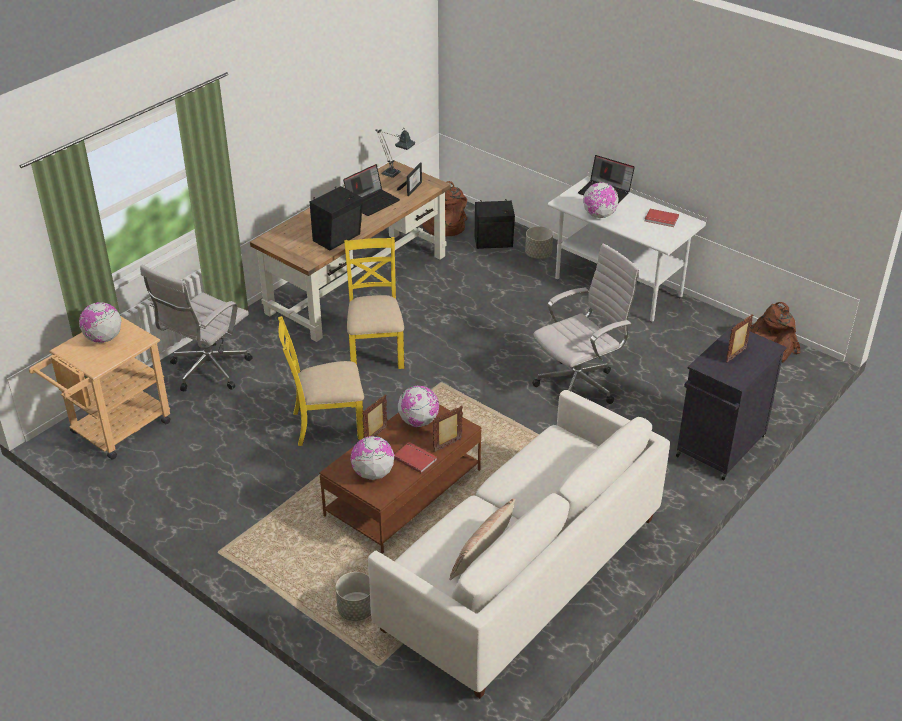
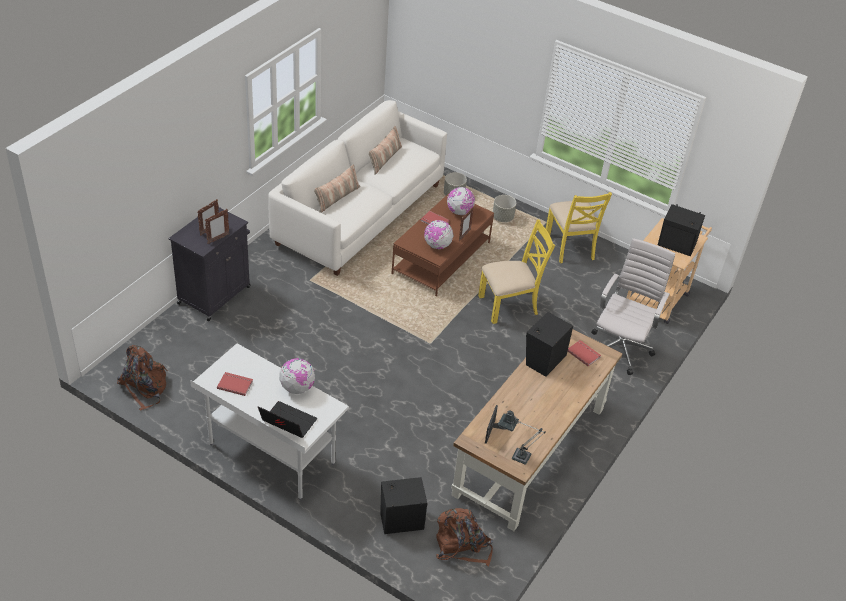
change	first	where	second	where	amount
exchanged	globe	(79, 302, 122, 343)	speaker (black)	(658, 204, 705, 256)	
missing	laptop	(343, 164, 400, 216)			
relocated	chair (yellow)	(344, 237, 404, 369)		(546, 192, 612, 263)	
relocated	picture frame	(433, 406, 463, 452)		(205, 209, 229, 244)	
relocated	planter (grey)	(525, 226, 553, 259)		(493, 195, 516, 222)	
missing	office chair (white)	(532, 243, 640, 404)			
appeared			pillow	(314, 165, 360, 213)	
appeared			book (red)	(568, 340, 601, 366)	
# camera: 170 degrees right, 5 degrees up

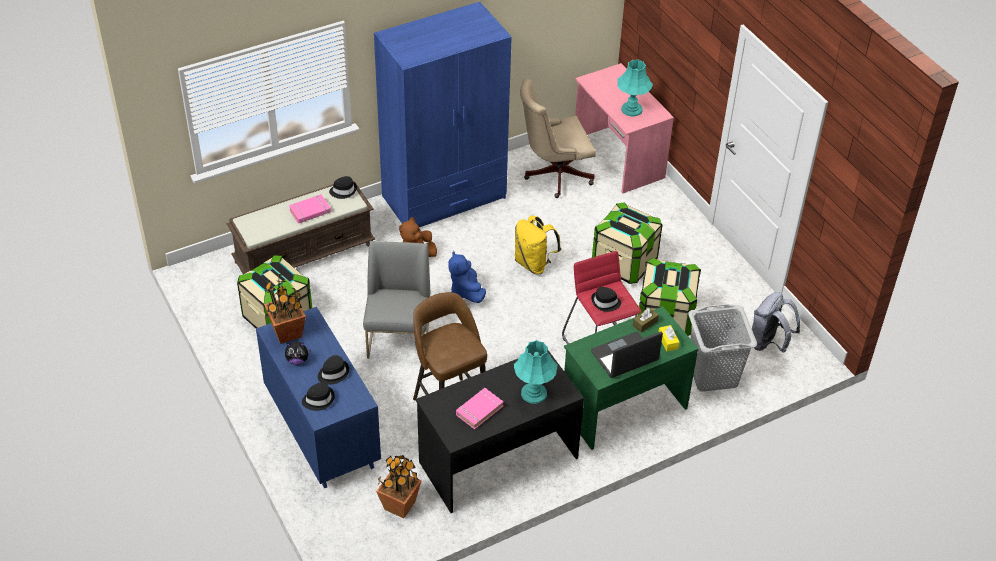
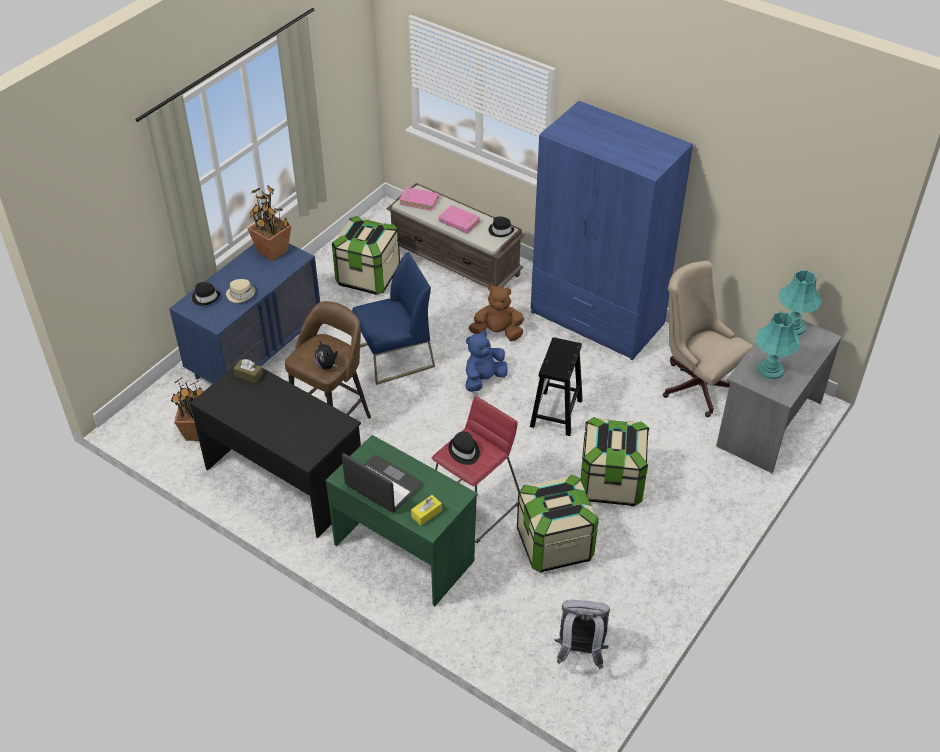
change	first	where	second	where	amount
relocated	plush toy	(285, 341, 311, 365)		(315, 340, 338, 370)	
colour	hat (black)	(318, 355, 349, 384)	hat (beige)	(226, 279, 256, 303)	
colour	chair (grey)	(363, 241, 430, 359)	chair (blue)	(352, 252, 435, 385)	
relocated	book (pink)	(456, 388, 504, 430)		(399, 187, 439, 211)	
relocated	table lamp (turquoise)	(514, 340, 557, 404)		(779, 270, 822, 335)	
exchanged	backpack (yellow)	(515, 215, 561, 275)	stool (black)	(530, 337, 583, 436)	
colour	desk (pink)	(575, 63, 674, 193)	desk (grey)	(716, 310, 842, 473)	
relocated	tissue box (brown)	(632, 308, 659, 333)		(233, 359, 263, 383)	
missing	laundry basket (grey)	(688, 304, 757, 392)			
# camera: 65 degrees right, 0 degrees up

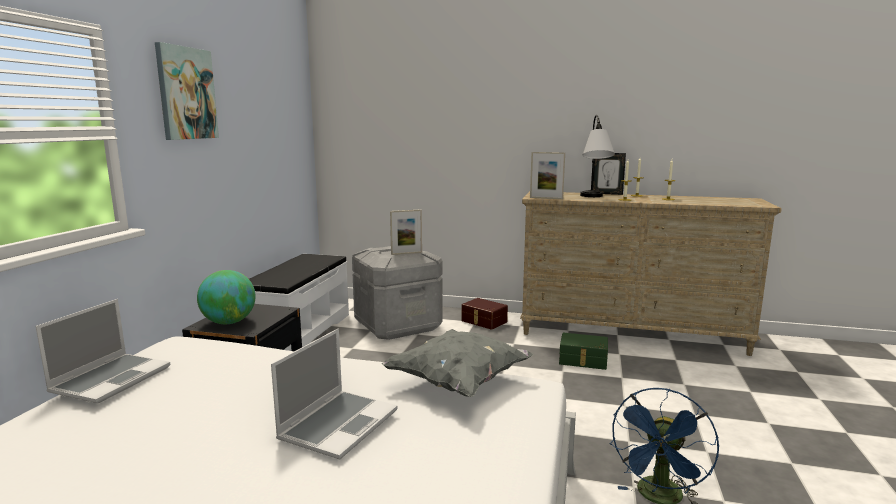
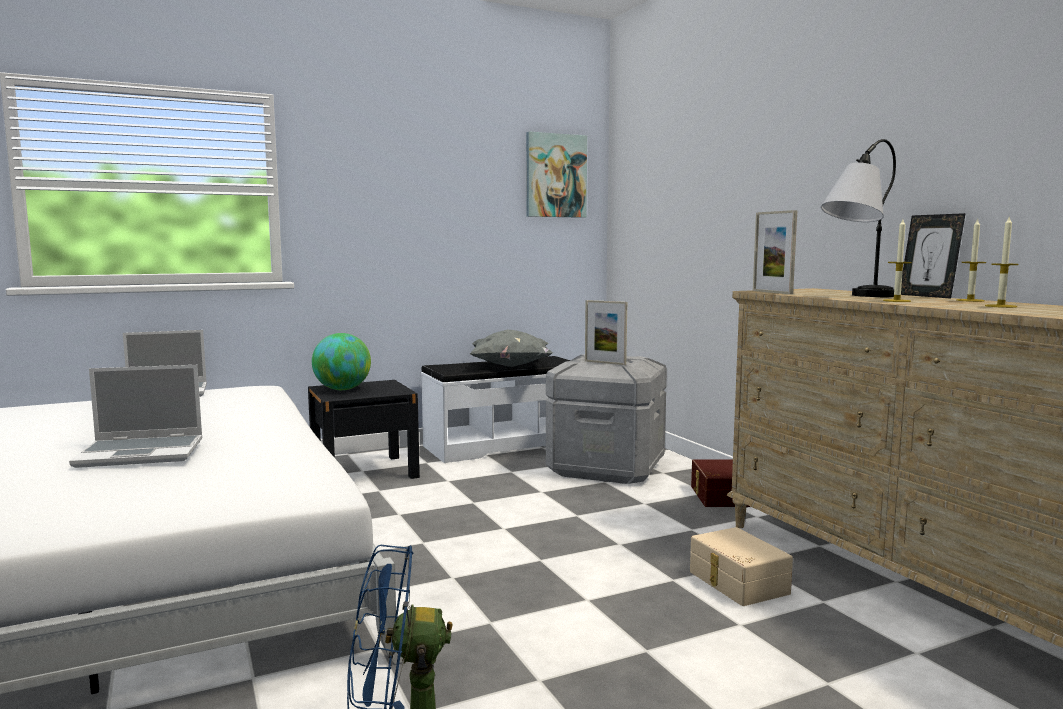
change	first	where	second	where	amount
relocated	picture	(155, 42, 219, 140)		(526, 131, 587, 218)	
relocated	pillow (grey)	(381, 329, 534, 397)		(470, 330, 553, 367)	
colour	storage box (green)	(559, 333, 608, 370)	storage box (beige)	(690, 527, 793, 606)	
# camera: 50 degrees right, 5 degrees down

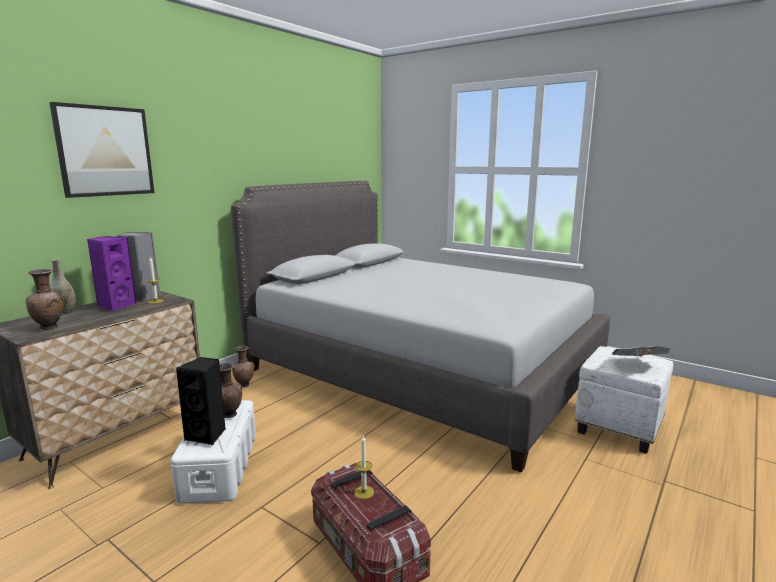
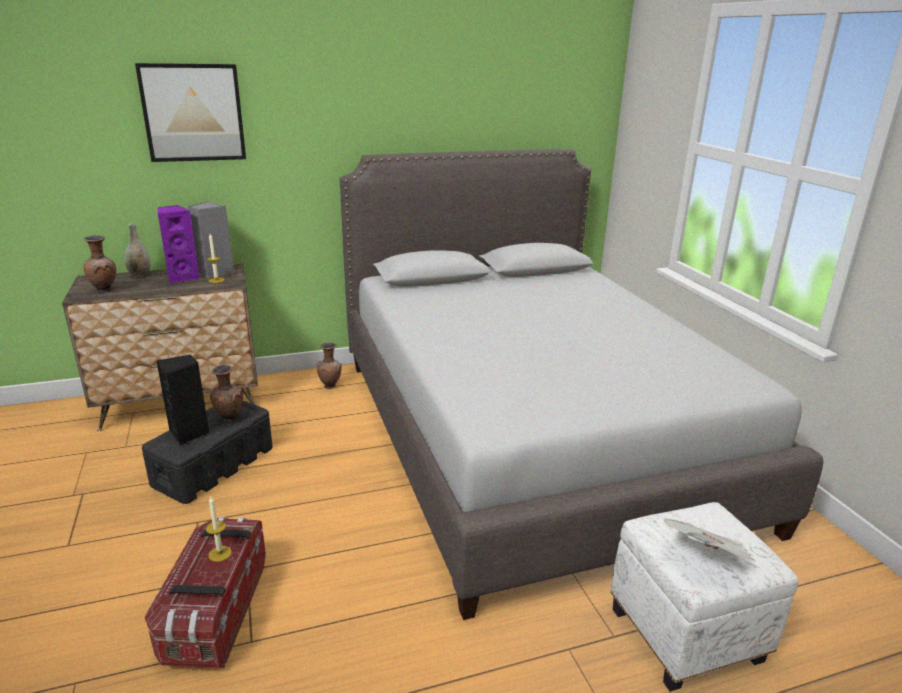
change	first	where	second	where	amount
colour	storage box (white)	(171, 400, 256, 504)	storage box (black)	(142, 401, 273, 504)	
# camera: 35 degrees right, 10 degrees up

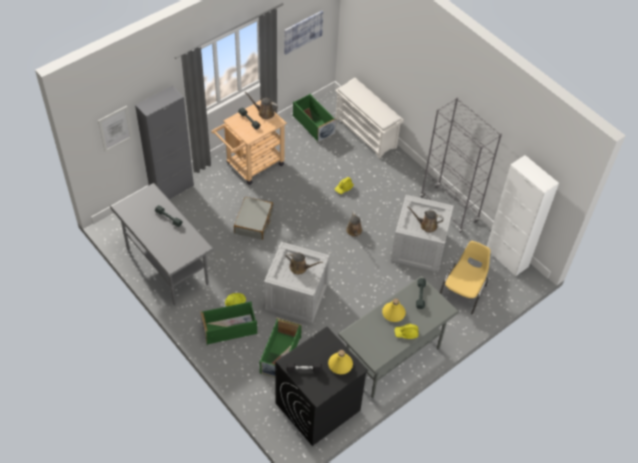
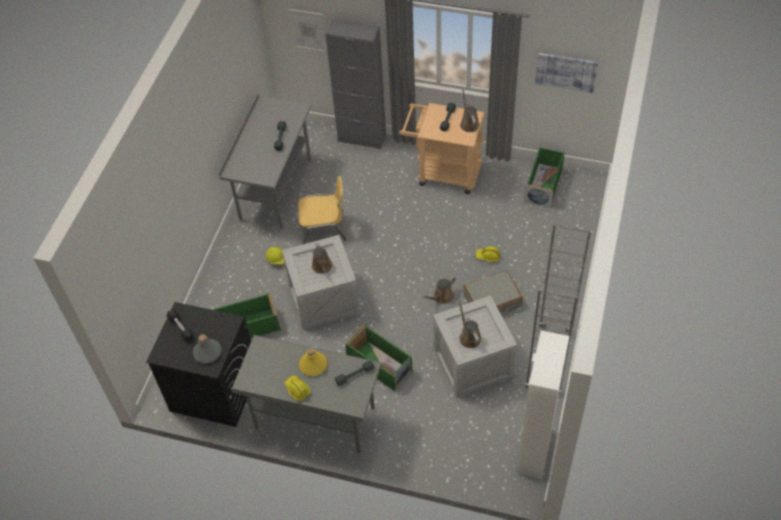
change	first	where	second	where	amount
relocated	storage box (green)	(200, 301, 257, 345)		(345, 324, 413, 391)	
relocated	suitcase (grey)	(234, 197, 273, 240)		(463, 270, 523, 316)	
colour	bottle (yellow)	(328, 350, 353, 374)	bottle (grey)	(193, 334, 221, 363)	
missing	shoe rack (white)	(335, 78, 404, 159)			
relocated	chair (yellow)	(440, 241, 491, 314)		(298, 176, 347, 244)	
# camera: 60 degrees right, 0 degrees up

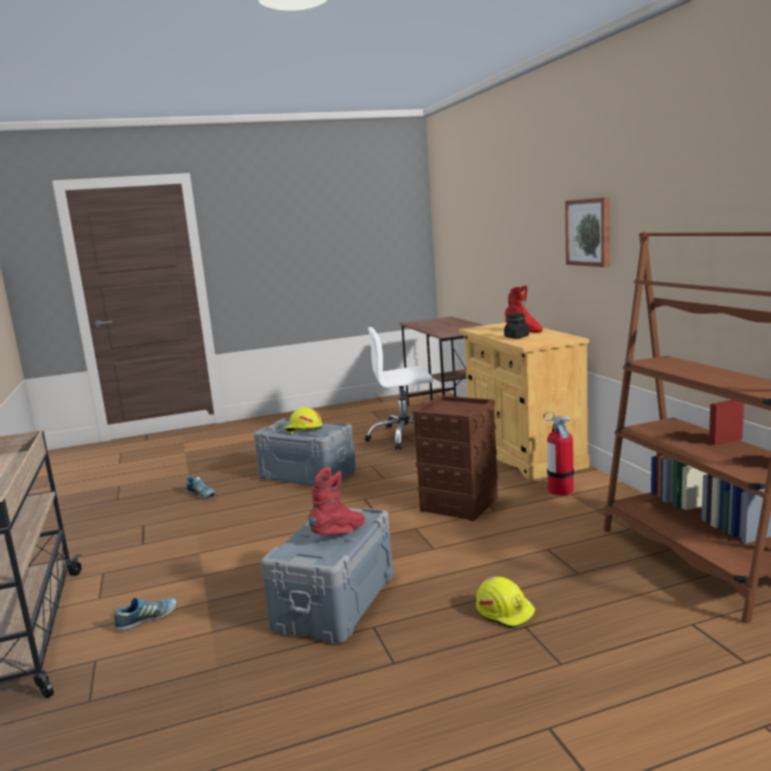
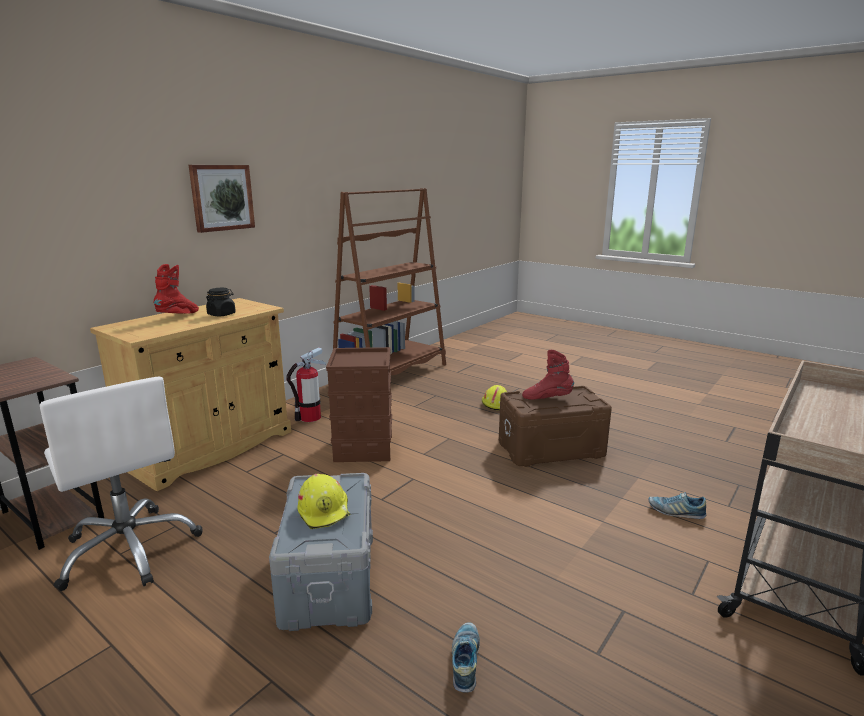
change	first	where	second	where	amount
colour	storage box (grey)	(261, 508, 393, 643)	storage box (brown)	(499, 386, 612, 467)	
# camera: 125 degrees left, 5 degrees up

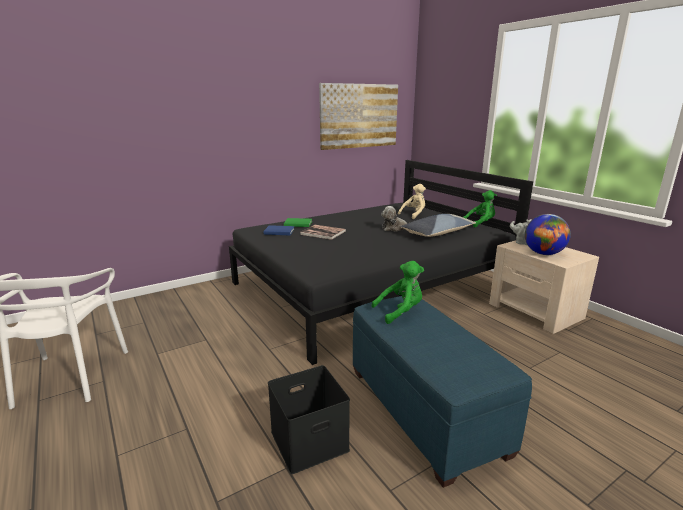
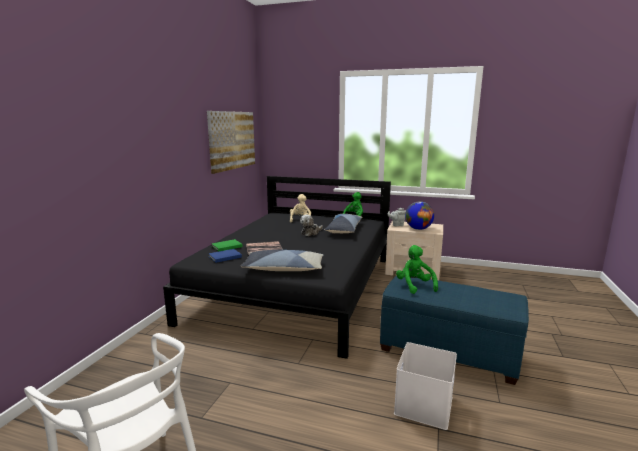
change	first	where	second	where	amount
colour	storage box (black)	(268, 365, 350, 474)	storage box (white)	(394, 342, 457, 430)	
spun	plush toy (green)	(371, 261, 424, 324)		(396, 245, 438, 294)	45 degrees counterclockwise
appeared			pillow	(241, 250, 323, 271)	
# camera: 40 degrees left, 5 degrees down

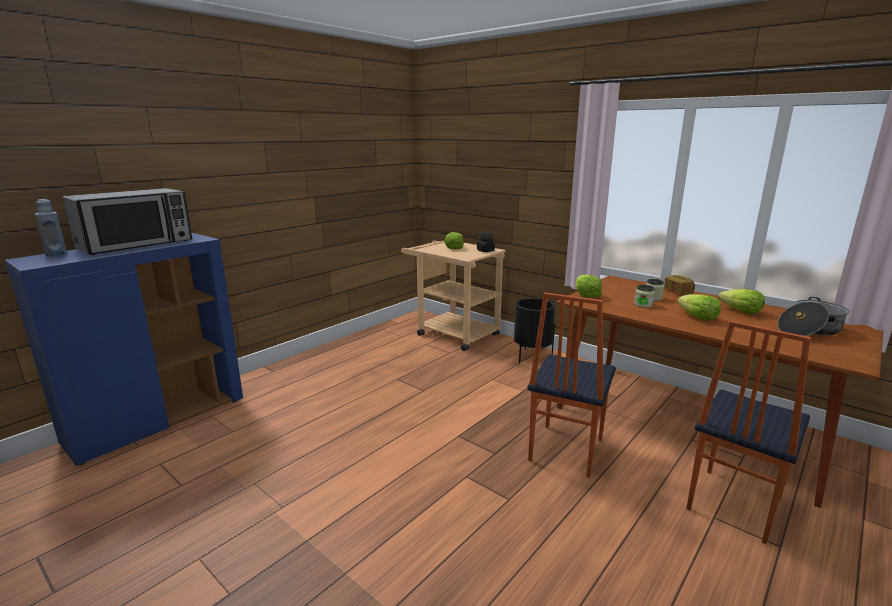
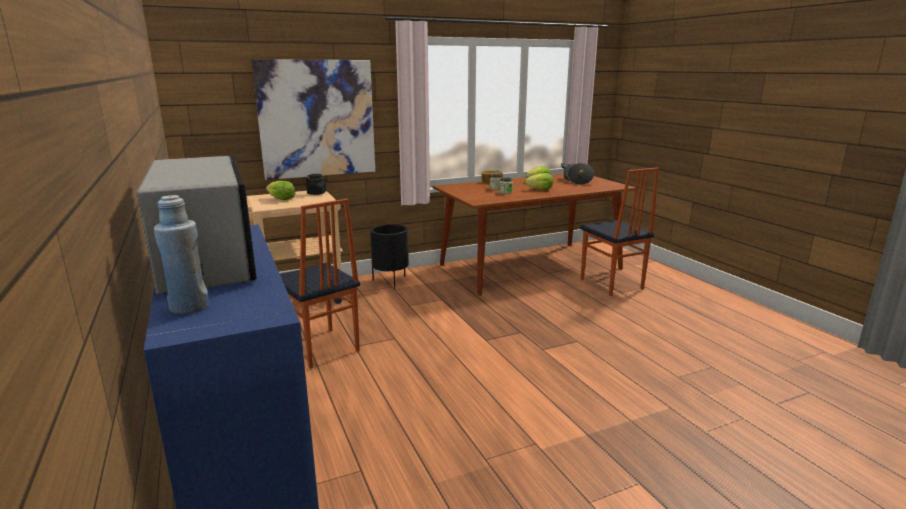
change	first	where	second	where	amount
relocated	chair	(527, 292, 616, 478)		(280, 199, 360, 369)	
missing	lettuce	(576, 275, 602, 298)			
appeared			picture	(251, 59, 375, 180)	
# camera: 65 degrees left, 0 degrees up

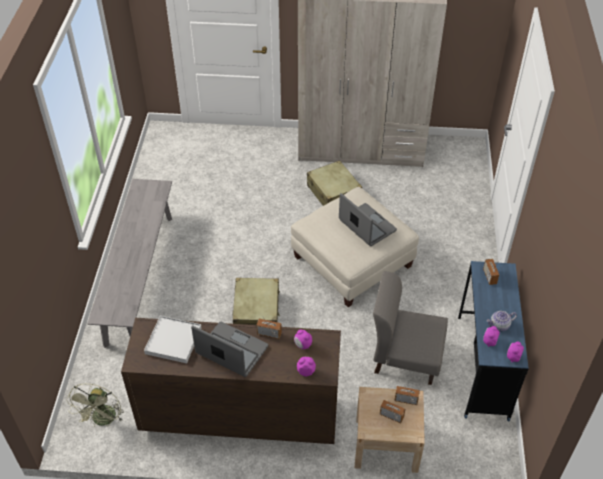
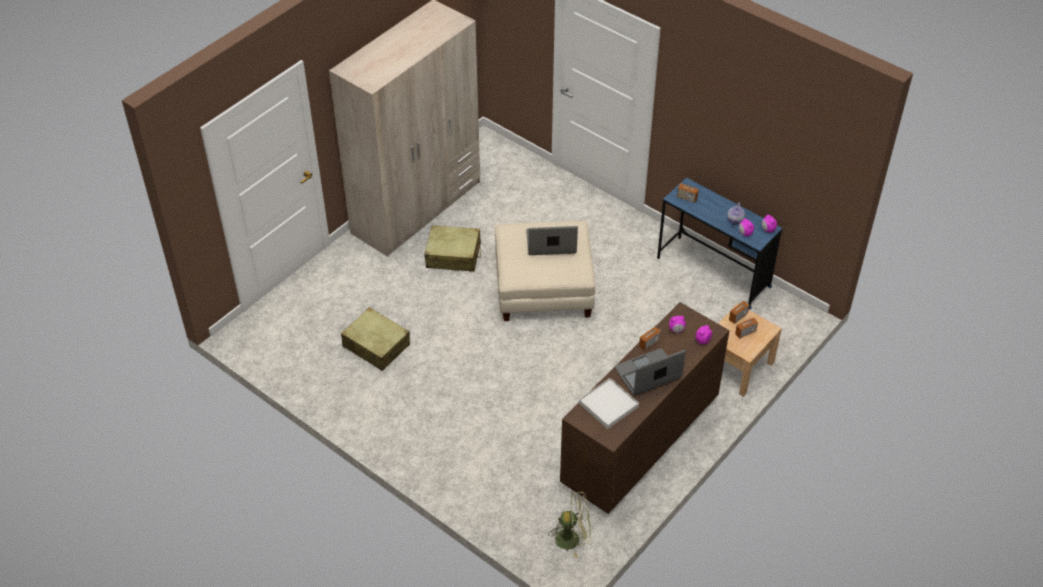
change	first	where	second	where	amount
spun	fan (green)	(67, 384, 123, 427)		(548, 492, 591, 558)	45 degrees counterclockwise
missing	bench (grey)	(87, 179, 172, 348)			
relocated	suitcase (beige)	(233, 278, 280, 325)		(341, 307, 410, 371)	
missing	chair (grey)	(373, 271, 448, 385)			
# camera: 55 degrees left, 0 degrees up

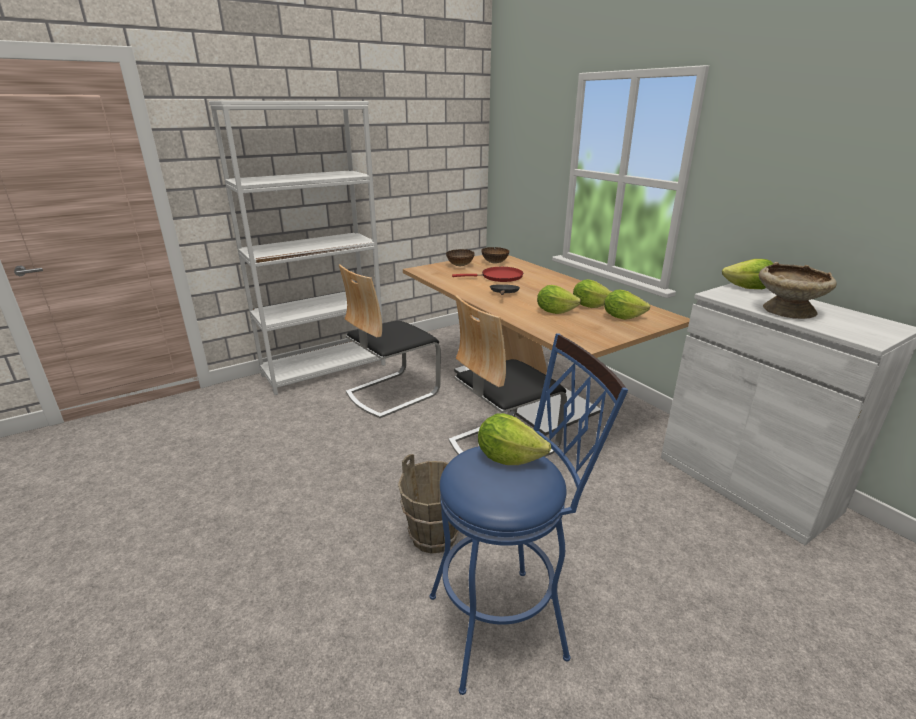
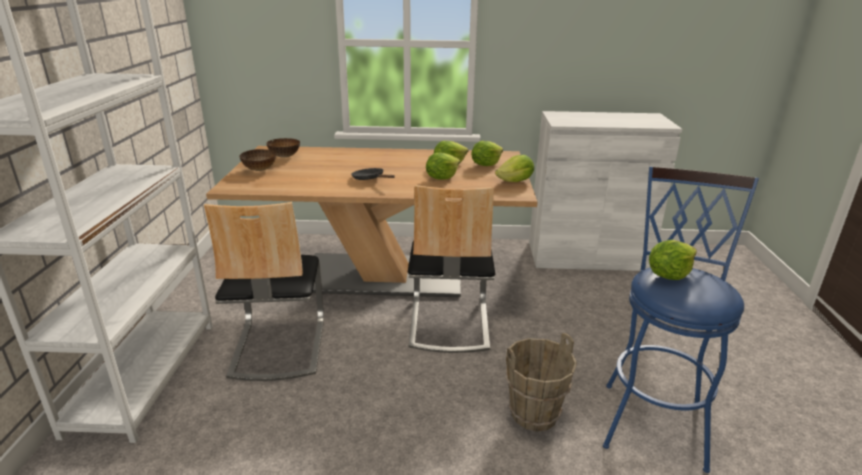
change	first	where	second	where	amount
missing	frying pan (red)	(452, 267, 523, 282)			
relocated	lettuce	(722, 259, 774, 289)		(495, 155, 534, 182)	
missing	bowl (beige)	(759, 262, 837, 319)			
# camera: 55 degrees left, 0 degrees up

